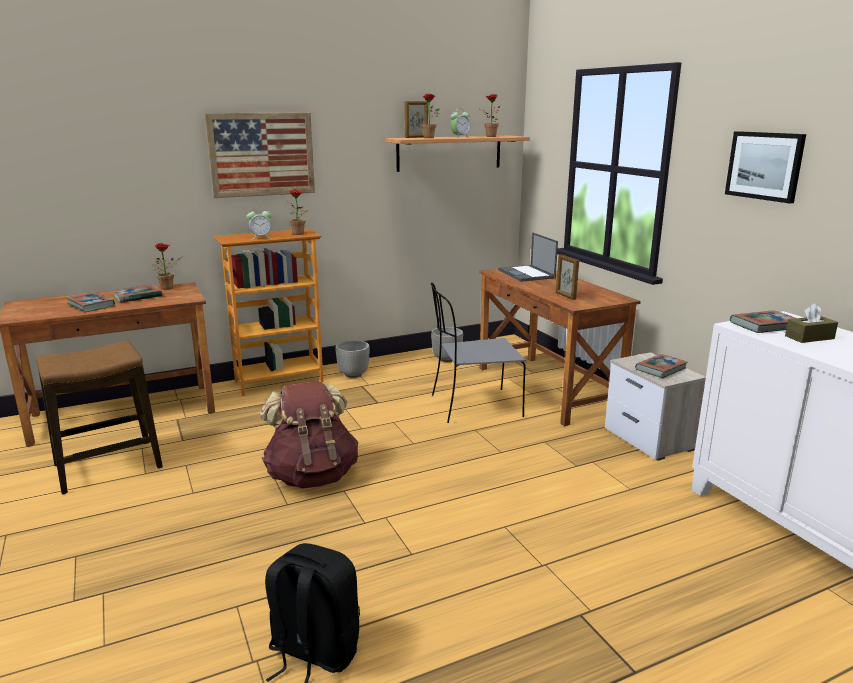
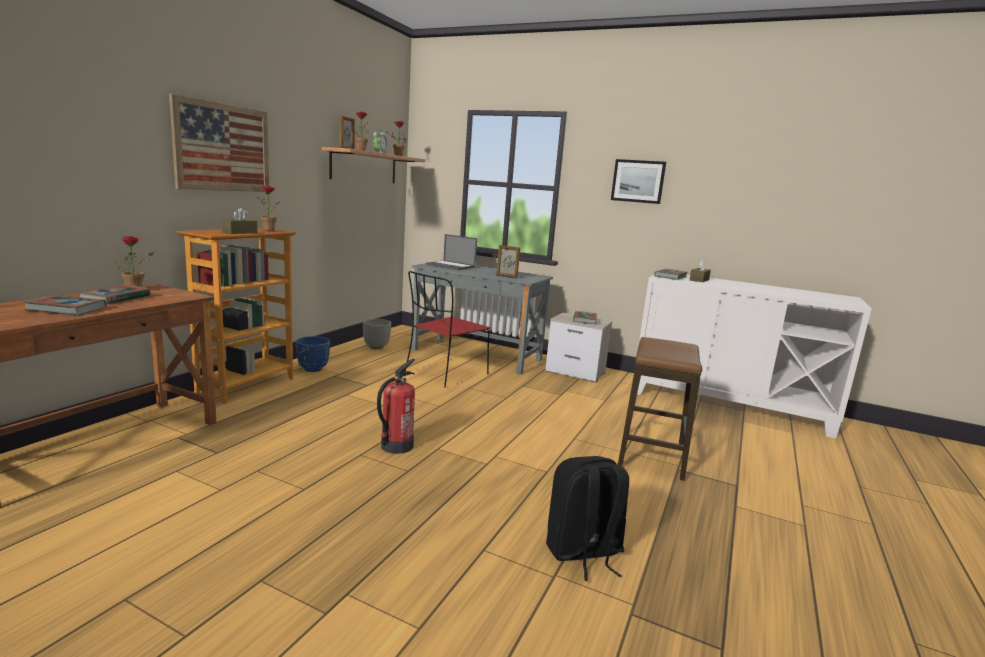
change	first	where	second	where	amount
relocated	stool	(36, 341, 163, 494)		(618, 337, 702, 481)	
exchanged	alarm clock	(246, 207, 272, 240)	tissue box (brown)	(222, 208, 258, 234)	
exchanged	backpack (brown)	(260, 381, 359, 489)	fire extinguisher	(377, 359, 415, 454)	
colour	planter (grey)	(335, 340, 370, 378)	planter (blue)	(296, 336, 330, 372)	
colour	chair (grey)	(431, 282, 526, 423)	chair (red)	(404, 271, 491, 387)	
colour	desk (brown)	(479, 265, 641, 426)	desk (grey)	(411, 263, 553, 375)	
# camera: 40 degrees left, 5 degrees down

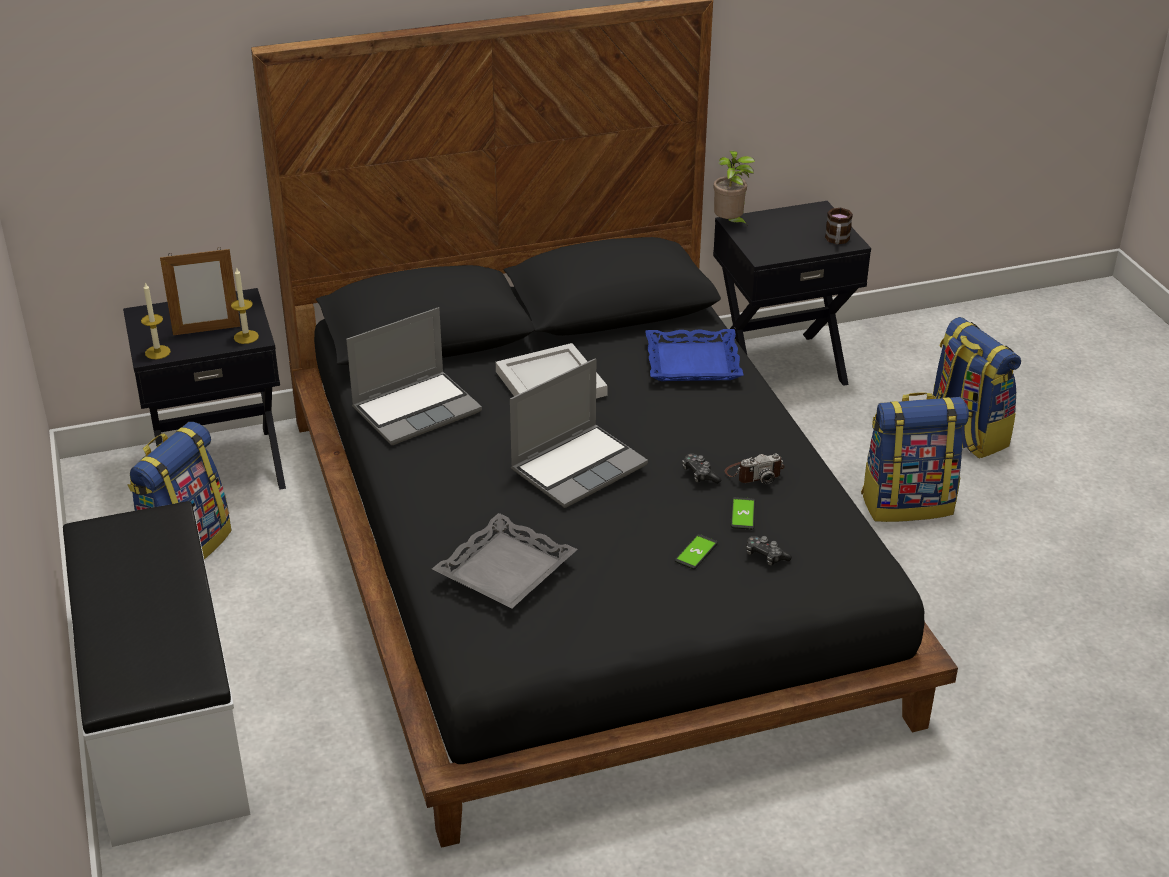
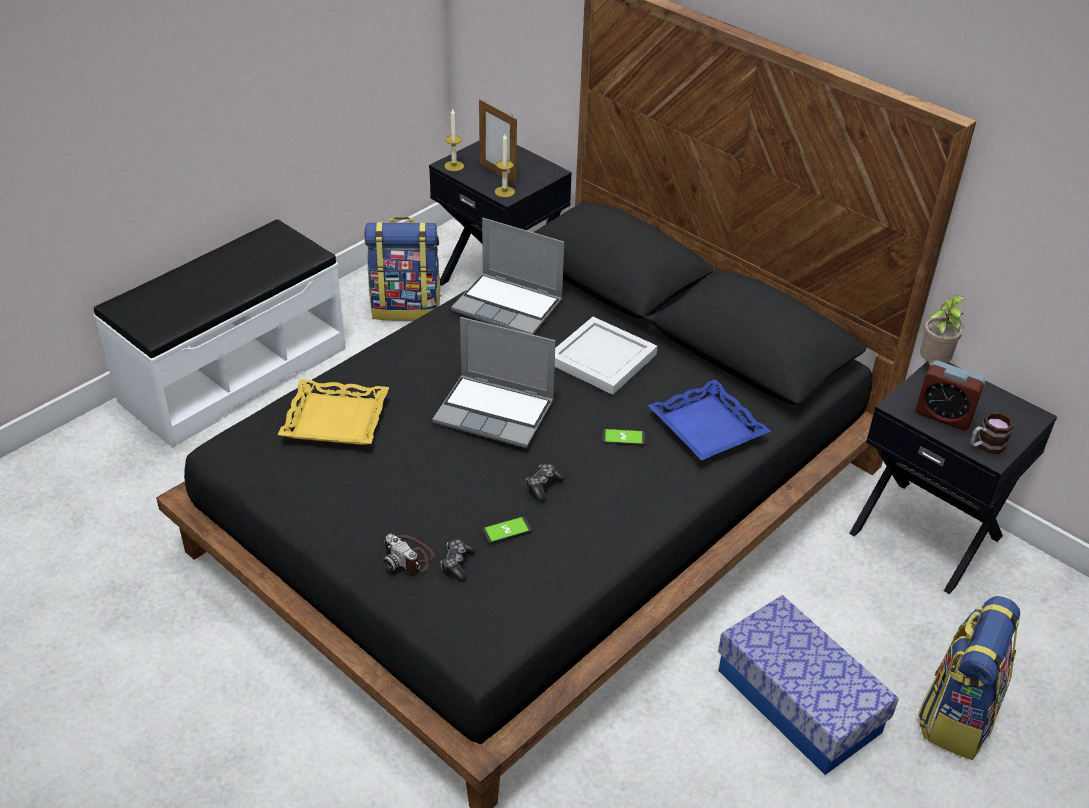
change	first	where	second	where	amount
colour	tray (grey)	(432, 513, 578, 608)	tray (yellow)	(278, 379, 389, 445)	
relocated	phone	(675, 534, 718, 569)		(602, 428, 646, 446)	
relocated	photo camera	(725, 454, 785, 485)		(383, 534, 434, 574)	
exchanged	backpack	(861, 392, 969, 522)	storage box	(718, 595, 899, 775)	
appeared			alarm clock	(915, 361, 986, 430)	
# camera: 60 degrees right, 5 degrees up

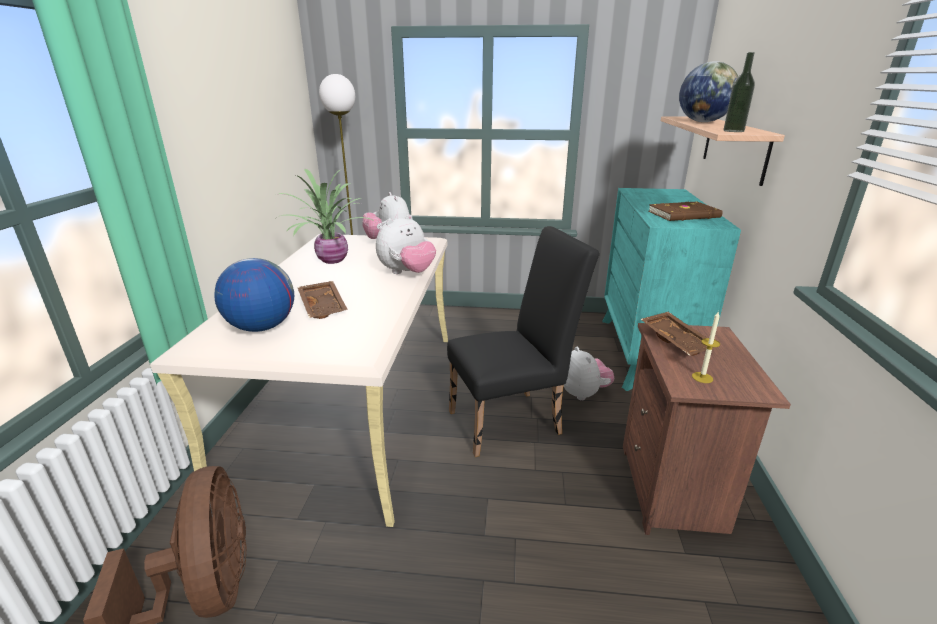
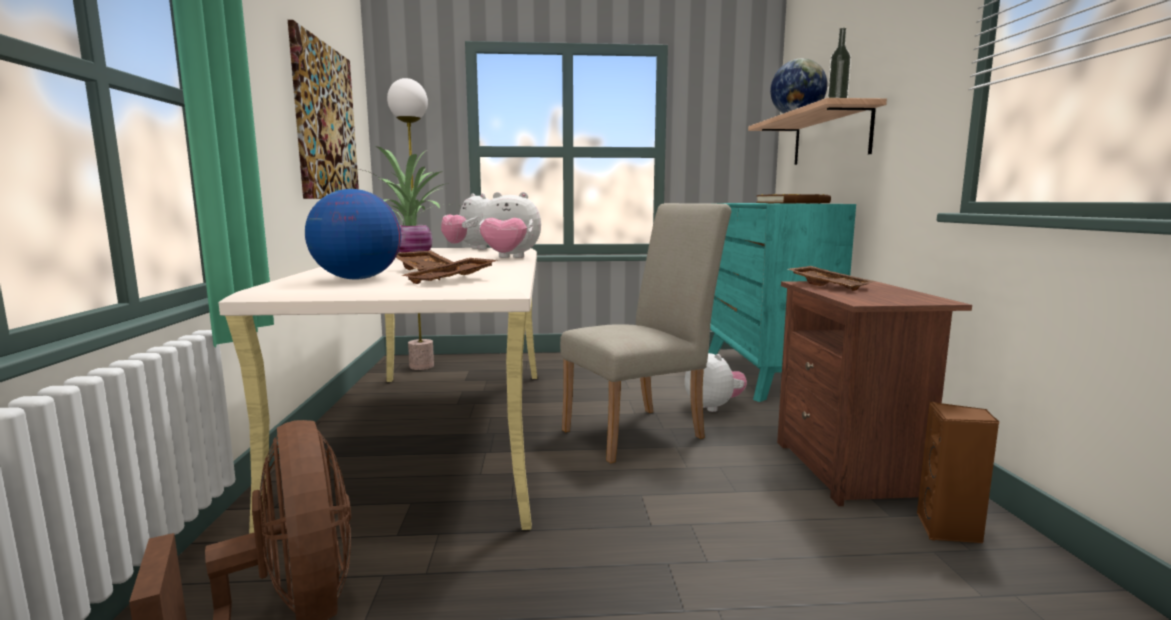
change	first	where	second	where	amount
spun	plush toy	(376, 214, 436, 274)		(479, 192, 541, 258)	60 degrees clockwise
colour	chair (black)	(447, 226, 599, 457)	chair (beige)	(560, 203, 732, 463)	
missing	candle	(692, 312, 720, 383)			
appeared			picture	(288, 20, 359, 199)	
appeared			tray (brown)	(401, 258, 498, 284)	
appeared			speaker (brown)	(917, 402, 999, 543)	
# camera: 10 degrees left, 15 degrees down

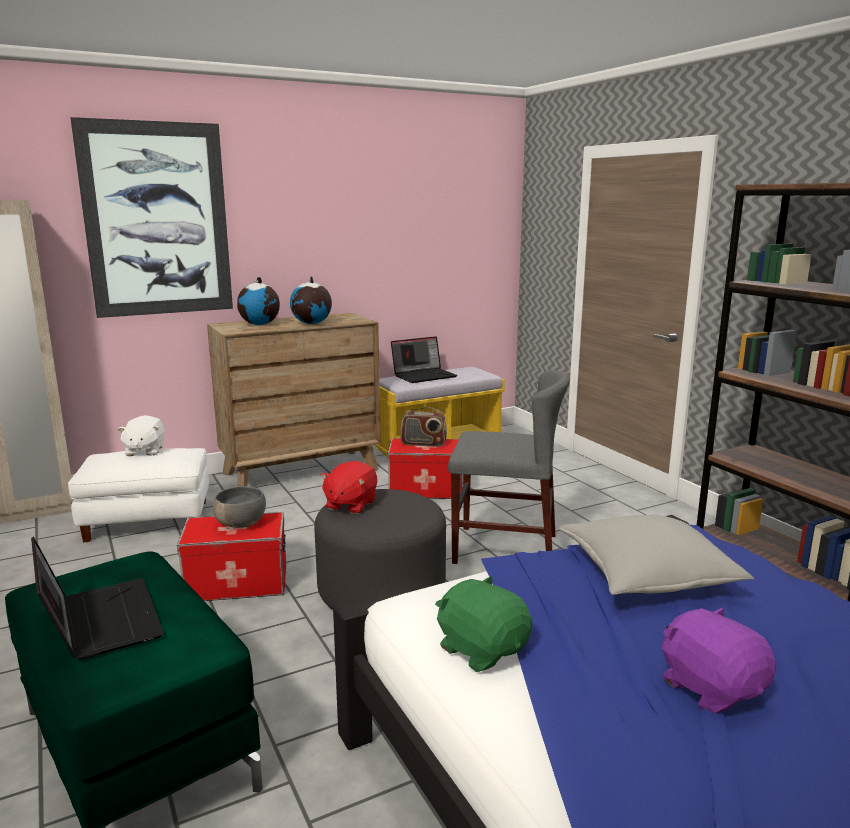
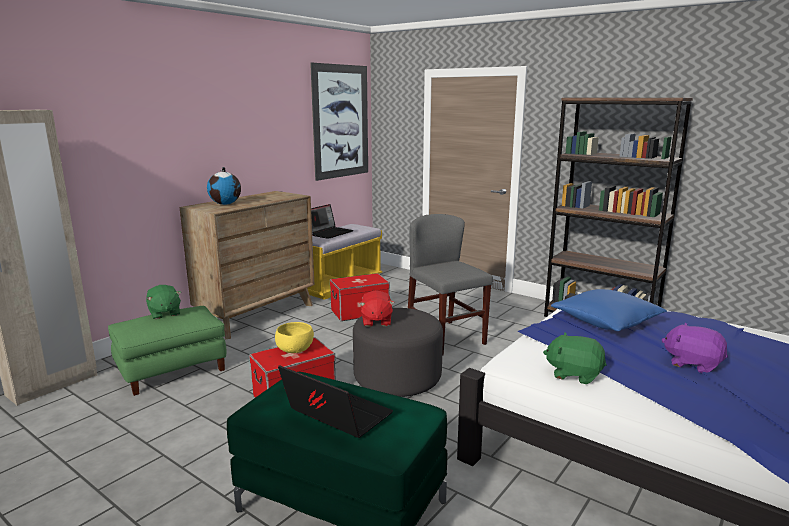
change	first	where	second	where	amount
colour	ottoman (white)	(68, 448, 209, 542)	ottoman (green)	(108, 306, 226, 396)	
relocated	picture	(70, 117, 233, 318)		(310, 63, 368, 181)	
colour	plush toy (white)	(117, 415, 164, 456)	plush toy (green)	(146, 285, 181, 319)	
colour	bowl (grey)	(213, 486, 266, 528)	bowl (yellow)	(275, 322, 314, 353)	
missing	globe	(290, 276, 332, 324)			
missing	radio	(401, 407, 447, 447)			
spun	chair (grey)	(448, 370, 570, 564)		(408, 214, 493, 356)	105 degrees counterclockwise
colour	pillow (grey)	(559, 515, 755, 595)	pillow (blue)	(551, 289, 667, 331)	
# camera: 25 degrees left, 0 degrees up

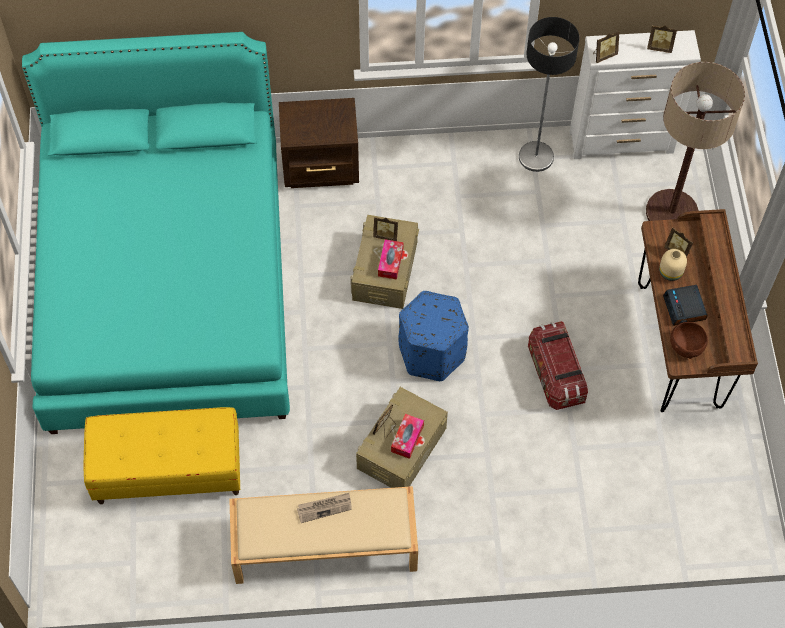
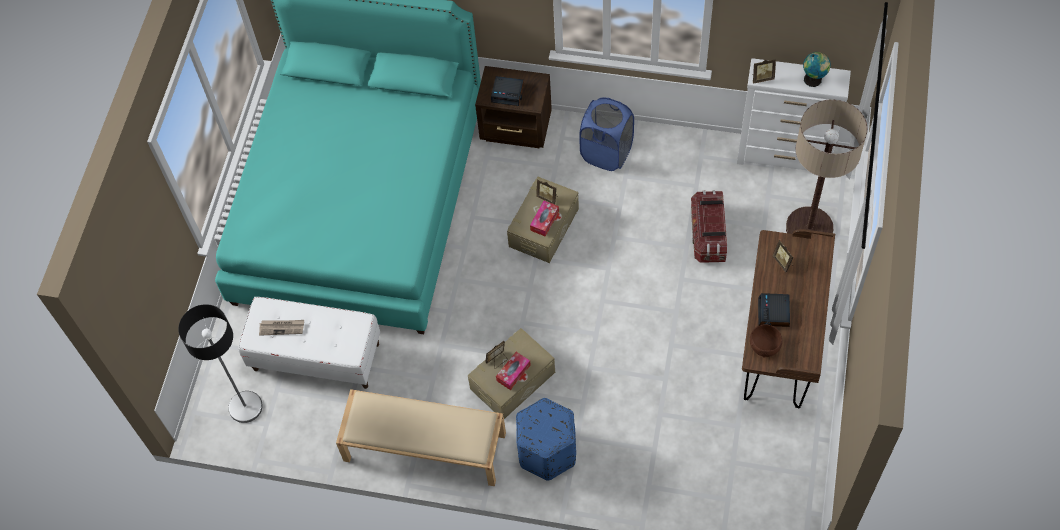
change	first	where	second	where	amount
colour	bench (yellow)	(84, 407, 240, 504)	bench (white)	(238, 297, 380, 389)	
relocated	newspaper	(297, 493, 352, 523)		(259, 320, 304, 336)	
relocated	ottoman (blue)	(398, 291, 469, 381)		(516, 398, 576, 481)	
relocated	floor lamp	(519, 17, 579, 172)		(178, 304, 263, 423)	
relocated	storage box	(528, 321, 588, 410)		(691, 190, 727, 263)	
exchanged	picture frame	(647, 25, 677, 53)	globe	(803, 52, 831, 87)	
missing	vase (beige)	(659, 249, 687, 281)			
appeared			alarm clock	(491, 76, 524, 106)	
appeared			laundry basket (blue)	(579, 97, 634, 171)	
# camera: 20 degrees right, 0 degrees up

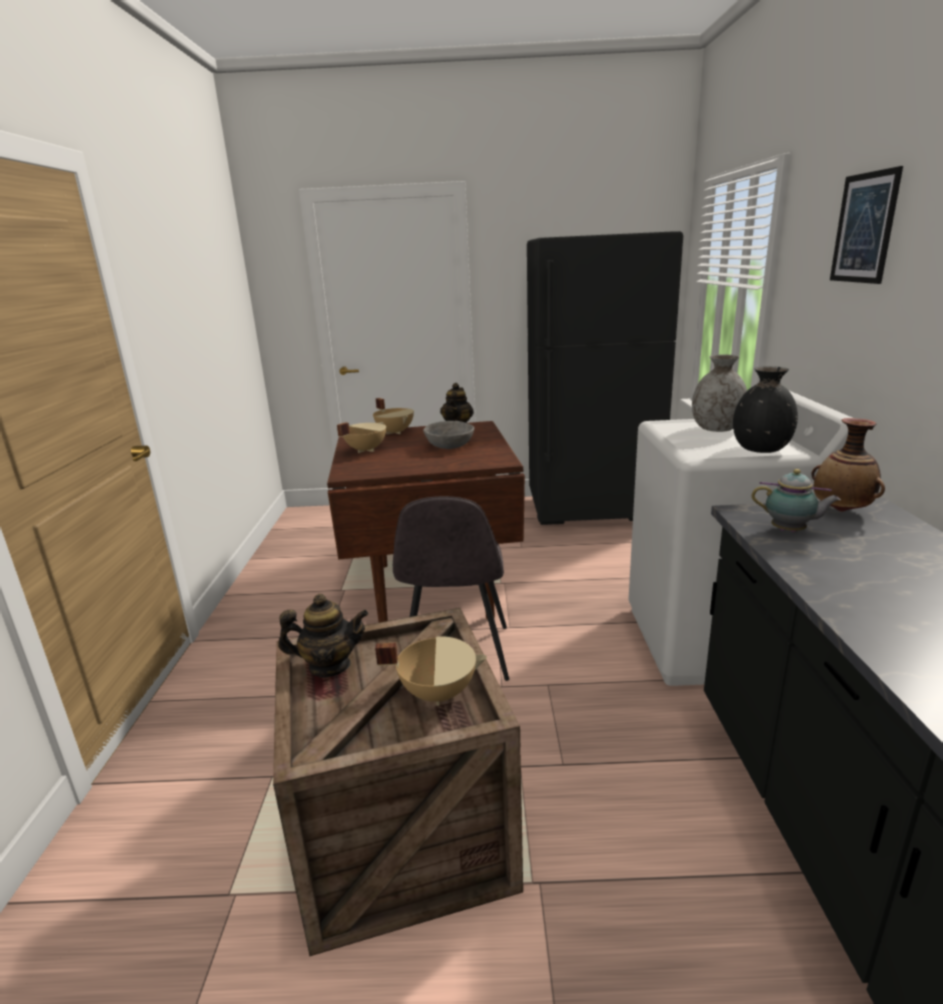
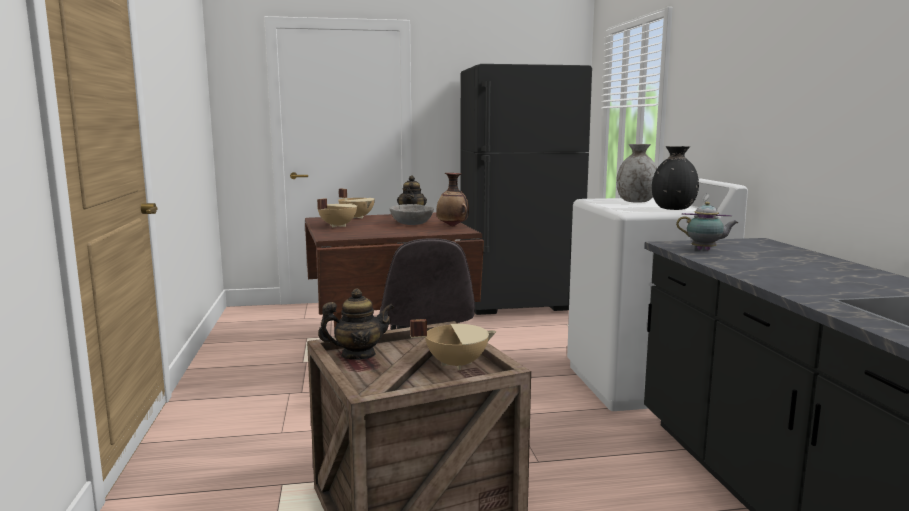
change	first	where	second	where	amount
relocated	vase	(812, 418, 885, 512)		(436, 173, 469, 227)	
missing	picture	(830, 166, 903, 284)			
# camera: 10 degrees left, 10 degrees down

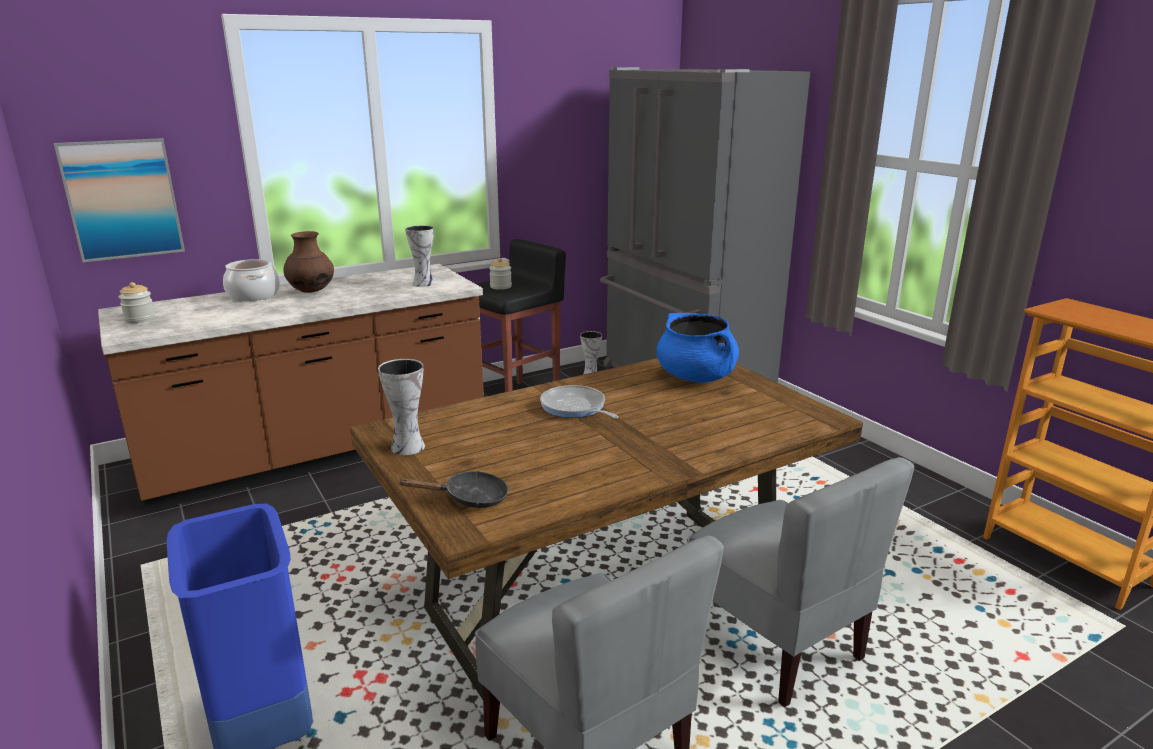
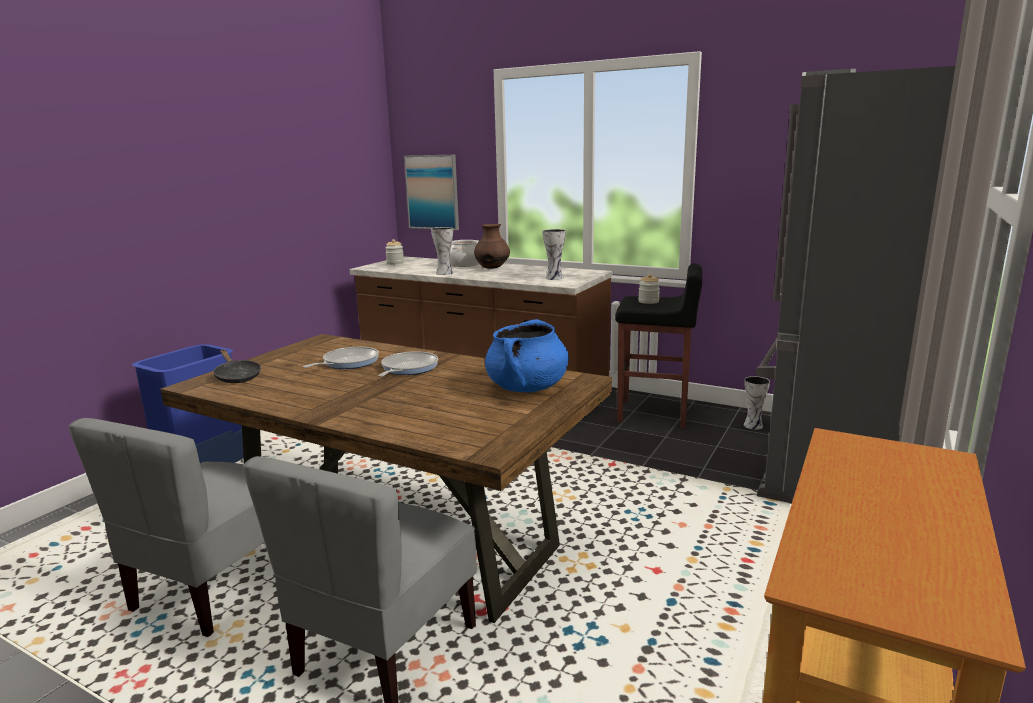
change	first	where	second	where	amount
relocated	vase	(378, 359, 425, 455)		(431, 227, 453, 275)	
appeared			frying pan	(303, 347, 379, 369)	
# camera: 60 degrees right, 5 degrees down

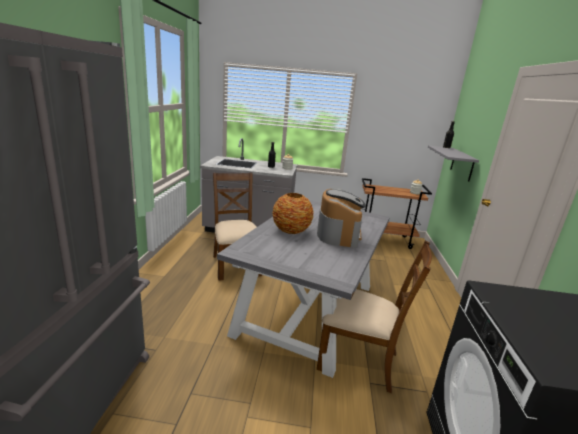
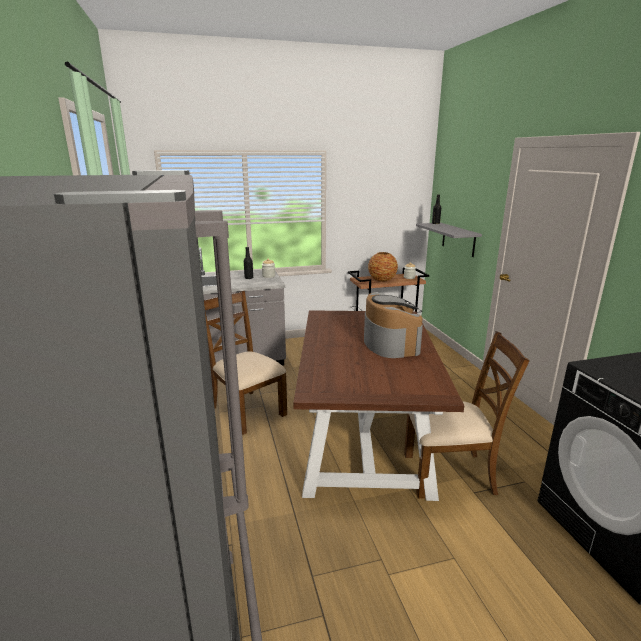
change	first	where	second	where	amount
colour	dining table (grey)	(217, 200, 390, 378)	dining table (brown)	(293, 310, 464, 501)	
relocated	vase	(273, 193, 314, 234)		(368, 252, 398, 281)	
# camera: 20 degrees left, 0 degrees up

